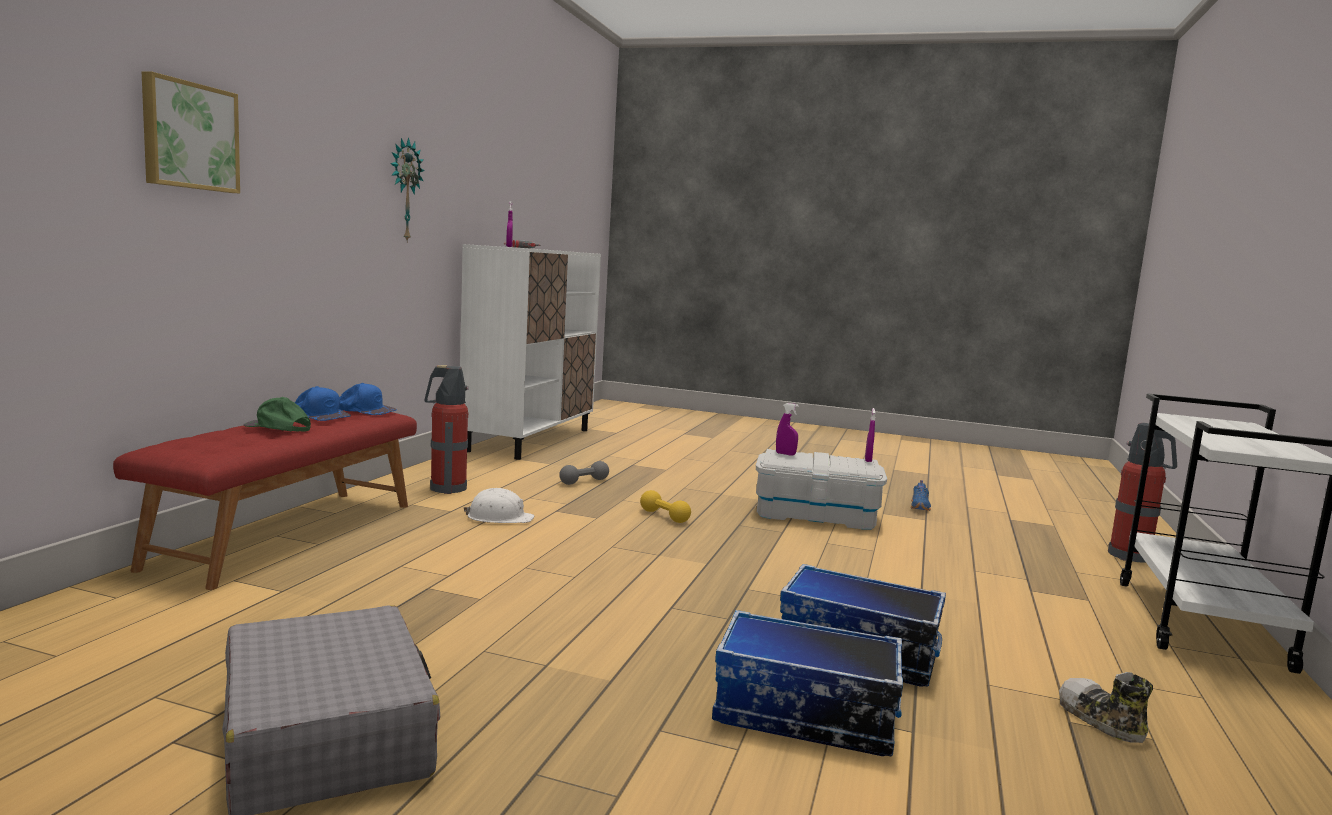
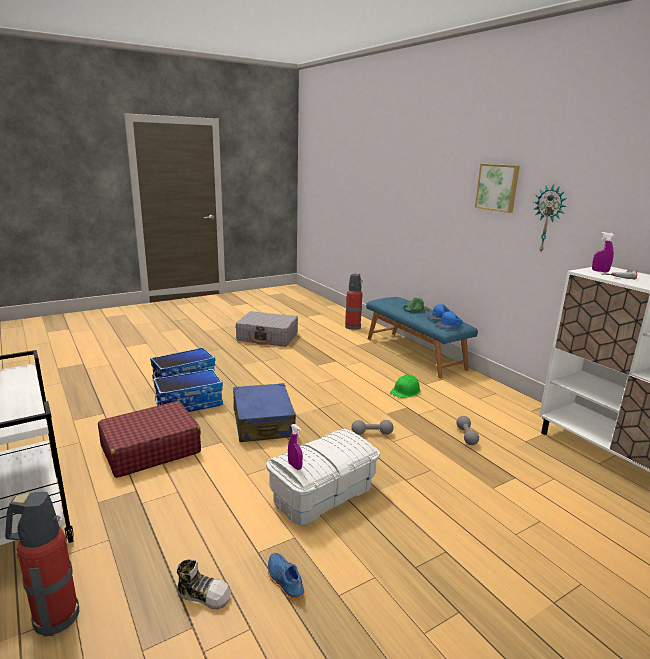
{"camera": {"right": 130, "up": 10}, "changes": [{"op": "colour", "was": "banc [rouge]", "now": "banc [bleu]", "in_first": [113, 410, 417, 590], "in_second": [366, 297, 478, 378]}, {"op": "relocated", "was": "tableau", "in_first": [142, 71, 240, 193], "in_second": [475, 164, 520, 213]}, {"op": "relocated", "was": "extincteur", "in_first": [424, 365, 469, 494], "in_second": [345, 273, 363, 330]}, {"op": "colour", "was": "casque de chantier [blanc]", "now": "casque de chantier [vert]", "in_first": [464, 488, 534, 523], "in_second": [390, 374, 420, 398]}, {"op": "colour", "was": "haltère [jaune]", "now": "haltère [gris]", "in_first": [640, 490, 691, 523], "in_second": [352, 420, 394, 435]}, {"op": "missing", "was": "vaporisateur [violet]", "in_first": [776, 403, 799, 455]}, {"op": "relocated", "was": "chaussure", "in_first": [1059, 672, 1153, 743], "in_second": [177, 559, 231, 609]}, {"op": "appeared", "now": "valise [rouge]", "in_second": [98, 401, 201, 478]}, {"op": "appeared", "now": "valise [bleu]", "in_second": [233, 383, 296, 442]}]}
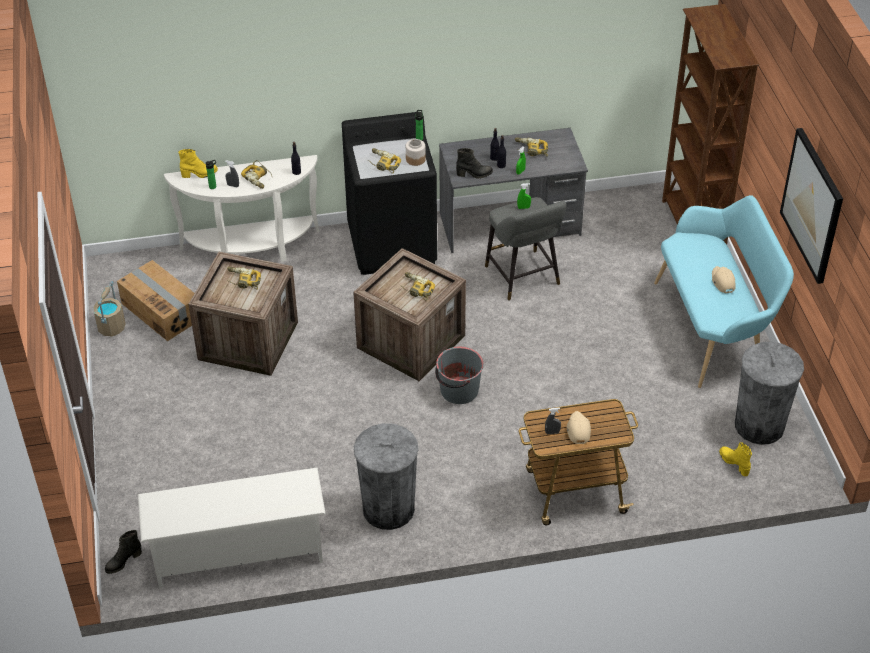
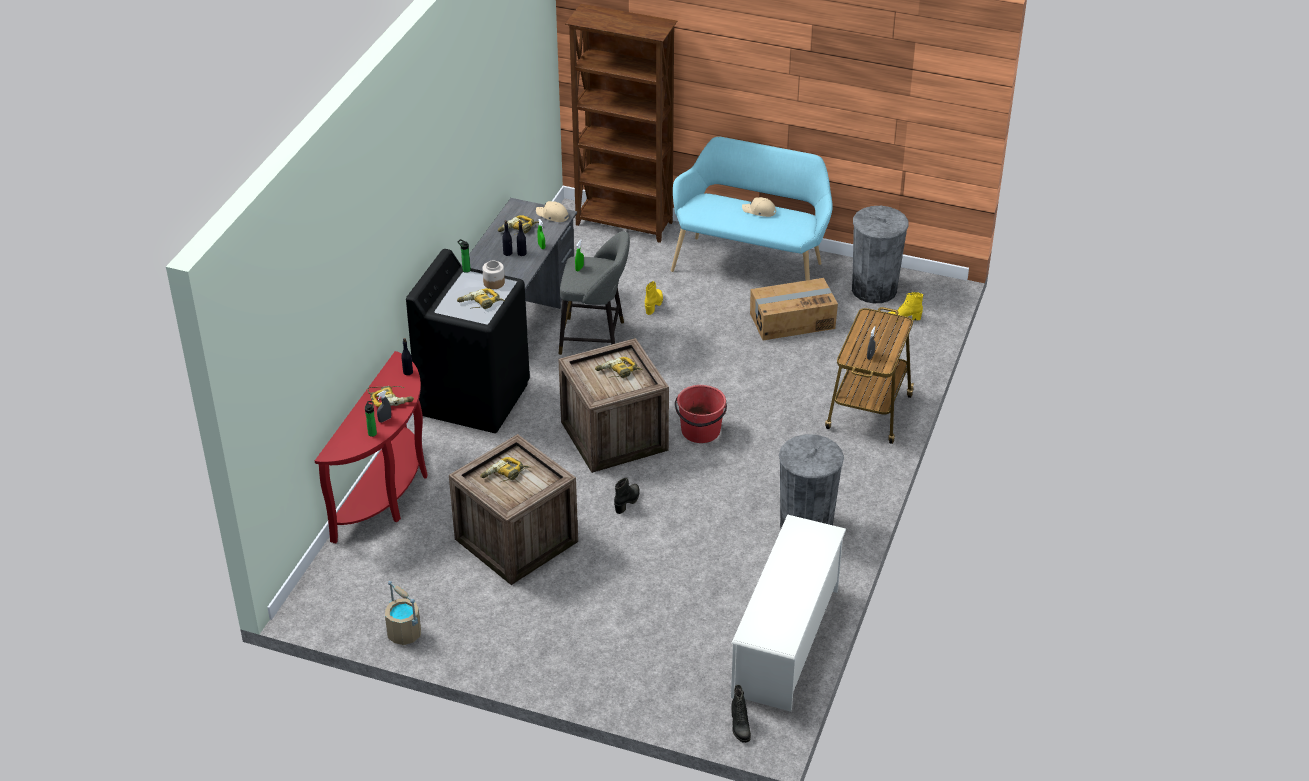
{"camera": {"right": -60, "up": -5}, "changes": [{"op": "relocated", "was": "carton", "in_first": [117, 260, 194, 341], "in_second": [750, 278, 838, 340]}, {"op": "colour", "was": "table console [blanc]", "now": "table console [rouge]", "in_first": [164, 155, 320, 262], "in_second": [315, 351, 428, 543]}, {"op": "relocated", "was": "botte [jaune]", "in_first": [178, 149, 218, 178], "in_second": [645, 281, 663, 315]}, {"op": "colour", "was": "seau [gris]", "now": "seau [rouge]", "in_first": [435, 347, 484, 404], "in_second": [675, 385, 727, 443]}, {"op": "relocated", "was": "botte [noir]", "in_first": [456, 148, 493, 178], "in_second": [614, 477, 640, 514]}, {"op": "relocated", "was": "casquette [beige]", "in_first": [567, 411, 591, 444], "in_second": [536, 201, 569, 222]}, {"op": "missing", "was": "tableau", "in_first": [780, 128, 843, 284]}]}
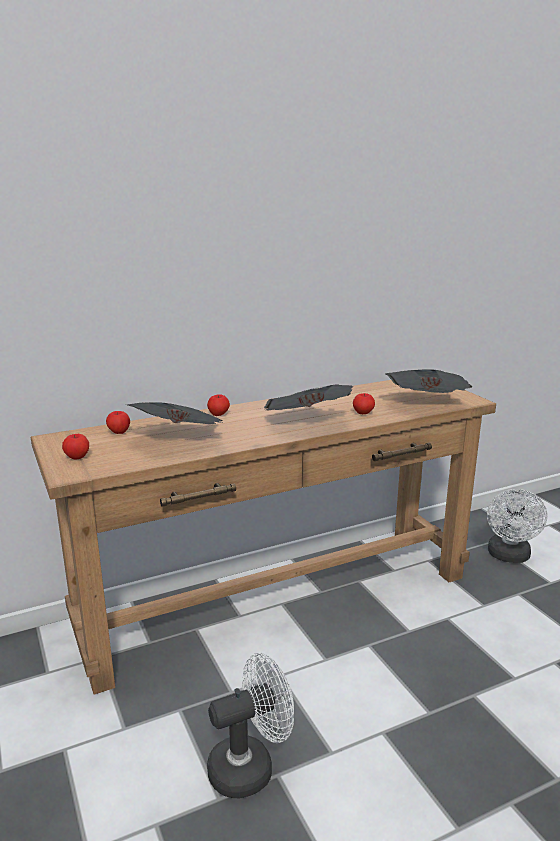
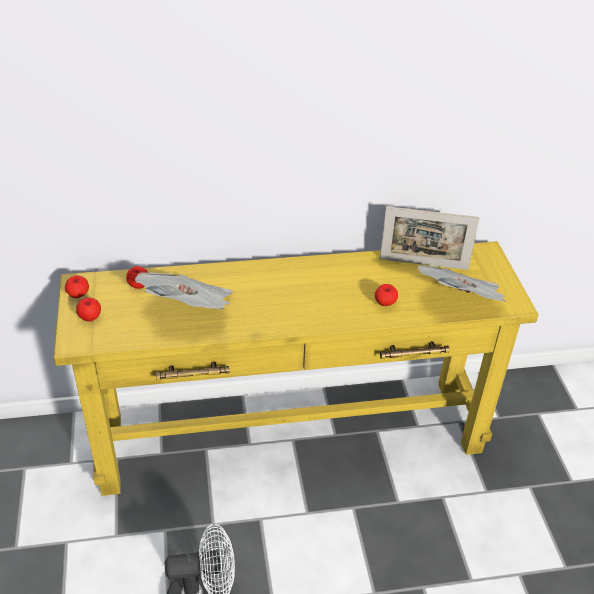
{"camera": {"right": 15, "up": 20}, "changes": [{"op": "colour", "was": "table console [marron]", "now": "table console [jaune]", "in_first": [31, 380, 496, 694], "in_second": [53, 241, 539, 496]}, {"op": "relocated", "was": "pomme", "in_first": [207, 394, 230, 416], "in_second": [65, 275, 89, 298]}, {"op": "missing", "was": "journal", "in_first": [264, 385, 353, 410]}, {"op": "missing", "was": "ventilateur [blanc]", "in_first": [487, 489, 547, 563]}, {"op": "appeared", "now": "cadre photo", "in_second": [380, 206, 480, 270]}]}
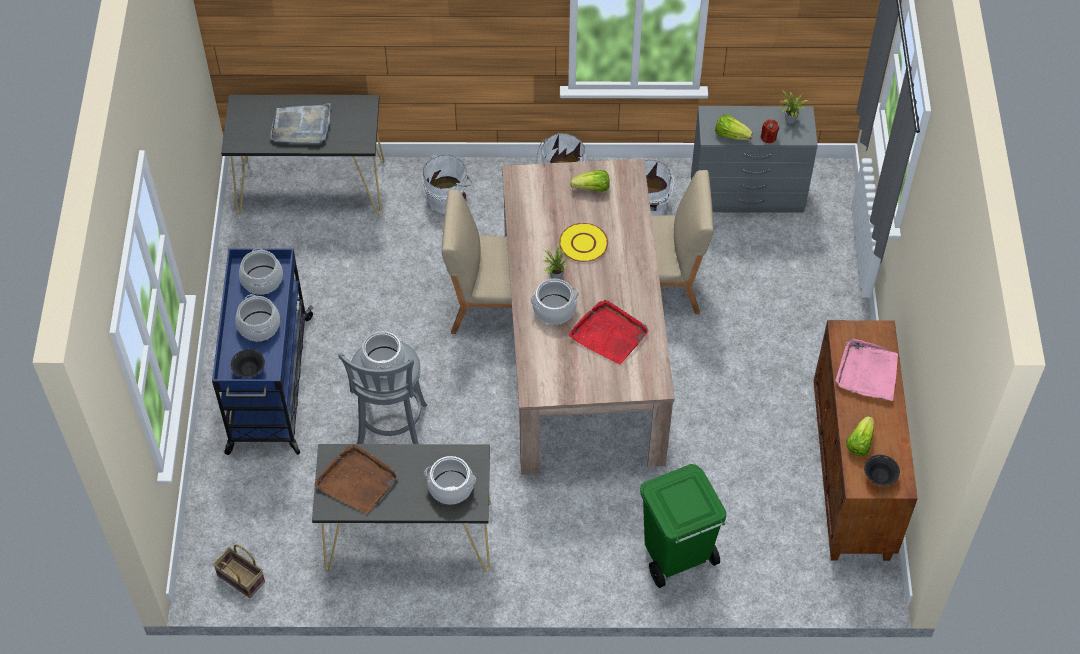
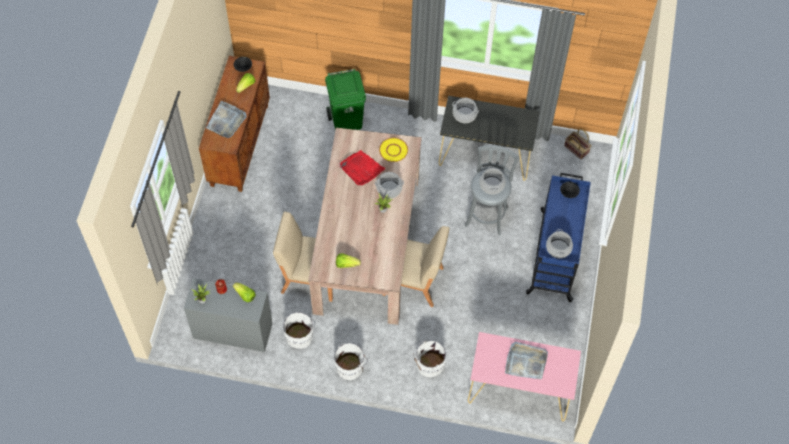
{"camera": {"right": -170, "up": 5}, "changes": [{"op": "colour", "was": "table console [noir]", "now": "table console [rose]", "in_first": [221, 95, 385, 214], "in_second": [468, 332, 581, 421]}, {"op": "missing", "was": "marmite", "in_first": [235, 294, 280, 341]}, {"op": "missing", "was": "plateau [marron]", "in_first": [314, 444, 398, 514]}, {"op": "relocated", "was": "assiette [jaune]", "in_first": [559, 223, 608, 262], "in_second": [379, 138, 408, 162]}, {"op": "colour", "was": "plateau [rose]", "now": "plateau [gris]", "in_first": [836, 339, 898, 401], "in_second": [206, 101, 247, 138]}]}
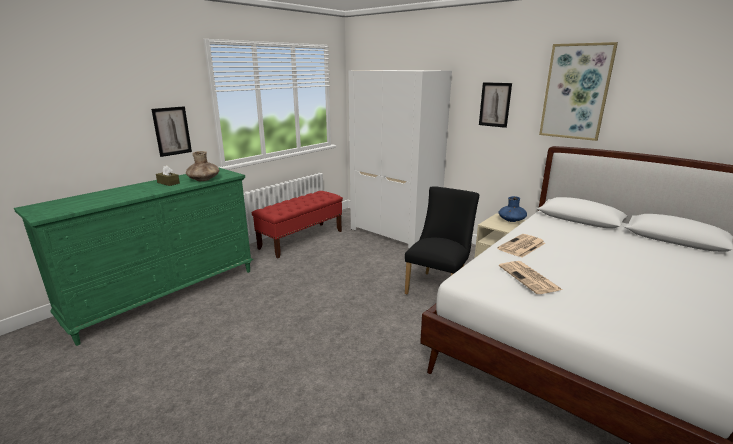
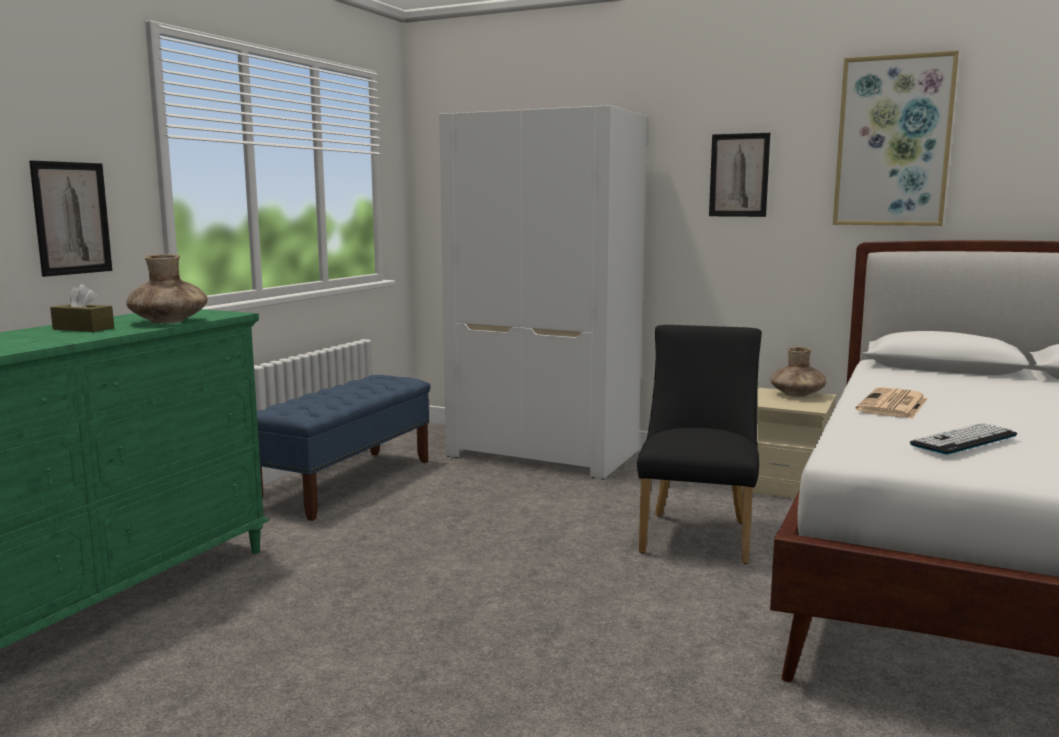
{"camera": {"right": -15, "up": -10}, "changes": [{"op": "colour", "was": "banc [rouge]", "now": "banc [bleu]", "in_first": [252, 191, 343, 258], "in_second": [257, 375, 430, 521]}, {"op": "colour", "was": "vase [bleu]", "now": "vase [marron]", "in_first": [499, 196, 527, 222], "in_second": [770, 347, 827, 397]}, {"op": "exchanged", "was": "journal", "now": "clavier", "in_first": [499, 261, 562, 294], "in_second": [910, 423, 1017, 455]}]}
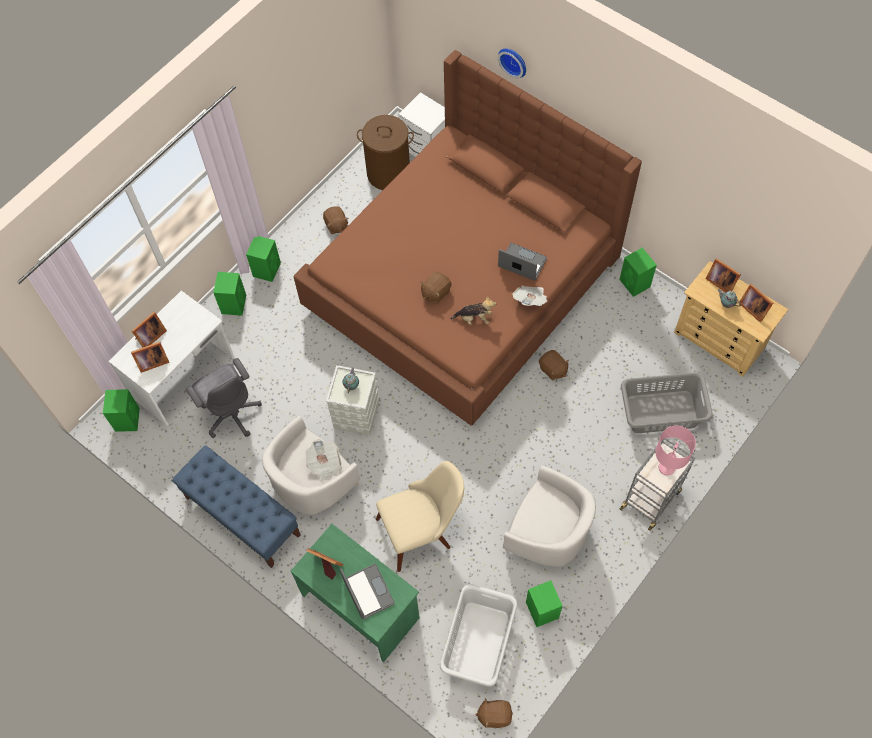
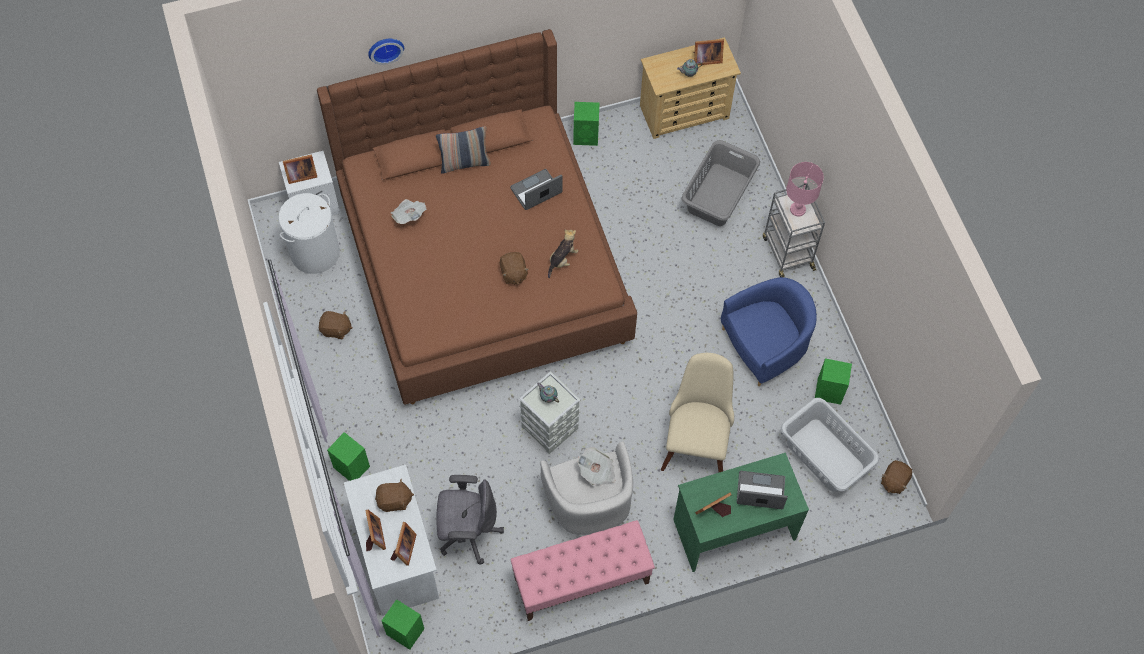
{"camera": {"right": -60, "up": 0}, "changes": [{"op": "colour", "was": "banc [bleu]", "now": "banc [rose]", "in_first": [172, 445, 301, 568], "in_second": [510, 520, 655, 621]}, {"op": "missing", "was": "enceinte [vert]", "in_first": [246, 236, 281, 282]}, {"op": "colour", "was": "panier à linge [marron]", "now": "panier à linge [blanc]", "in_first": [357, 115, 414, 190], "in_second": [278, 193, 340, 274]}, {"op": "colour", "was": "fauteuil [blanc]", "now": "fauteuil [bleu]", "in_first": [503, 466, 596, 567], "in_second": [721, 277, 817, 386]}, {"op": "relocated", "was": "journal", "in_first": [512, 285, 548, 306], "in_second": [391, 199, 427, 224]}, {"op": "relocated", "was": "peluche [marron]", "in_first": [539, 350, 569, 381], "in_second": [375, 478, 414, 512]}, {"op": "relocated", "was": "cadre photo", "in_first": [706, 258, 741, 292], "in_second": [283, 154, 317, 184]}, {"op": "appeared", "now": "coussin", "in_second": [436, 126, 491, 174]}]}
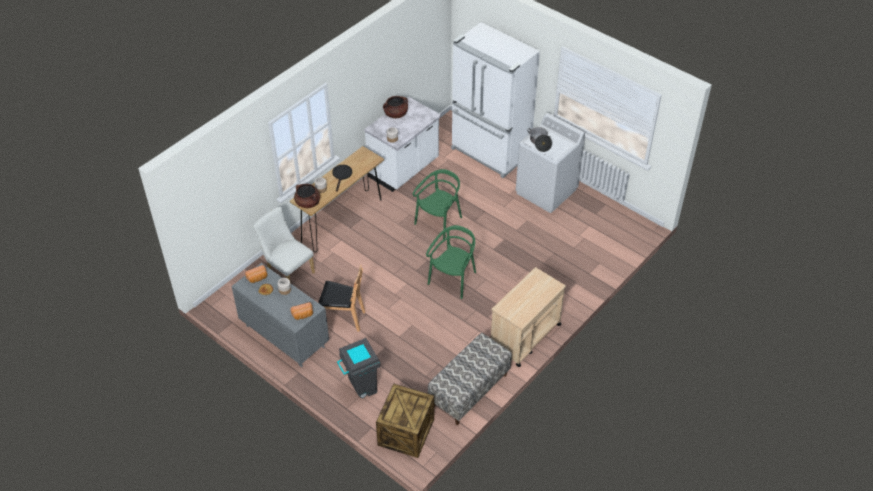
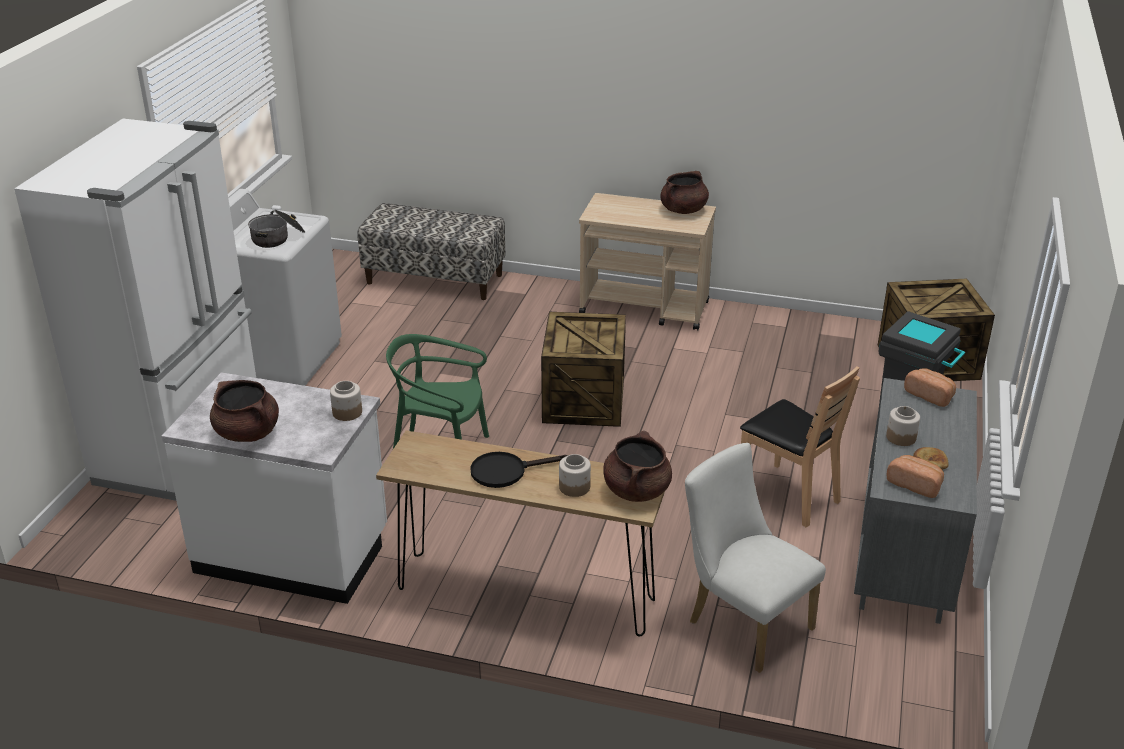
{"camera": {"right": -115, "up": -15}, "changes": [{"op": "spun", "was": "chaise [blanc]", "in_first": [253, 207, 315, 283], "in_second": [685, 443, 826, 673], "clockwise": 120}, {"op": "spun", "was": "chaise [marron]", "in_first": [318, 264, 365, 332], "in_second": [740, 366, 860, 527], "clockwise": 150}, {"op": "exchanged", "was": "chaise [vert]", "now": "caisse", "in_first": [426, 225, 476, 299], "in_second": [541, 312, 626, 427]}, {"op": "relocated", "was": "banc", "in_first": [428, 333, 512, 425], "in_second": [357, 203, 505, 300]}, {"op": "appeared", "now": "marmite [marron]", "in_second": [661, 171, 709, 214]}]}
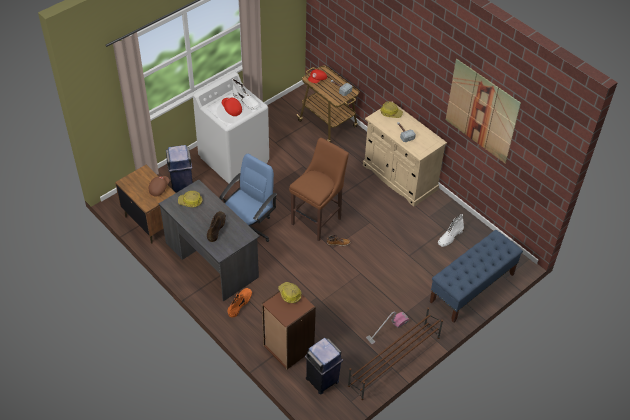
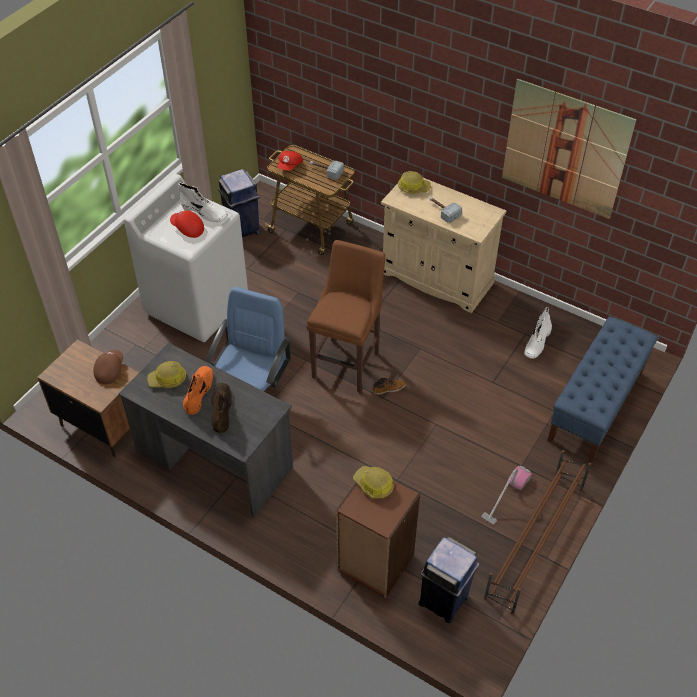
{"camera": {"right": -15, "up": 0}, "changes": [{"op": "relocated", "was": "poubelle [bleu]", "in_first": [166, 145, 192, 193], "in_second": [218, 169, 260, 237]}, {"op": "relocated", "was": "botte [orange]", "in_first": [228, 288, 252, 317], "in_second": [183, 366, 213, 415]}]}
